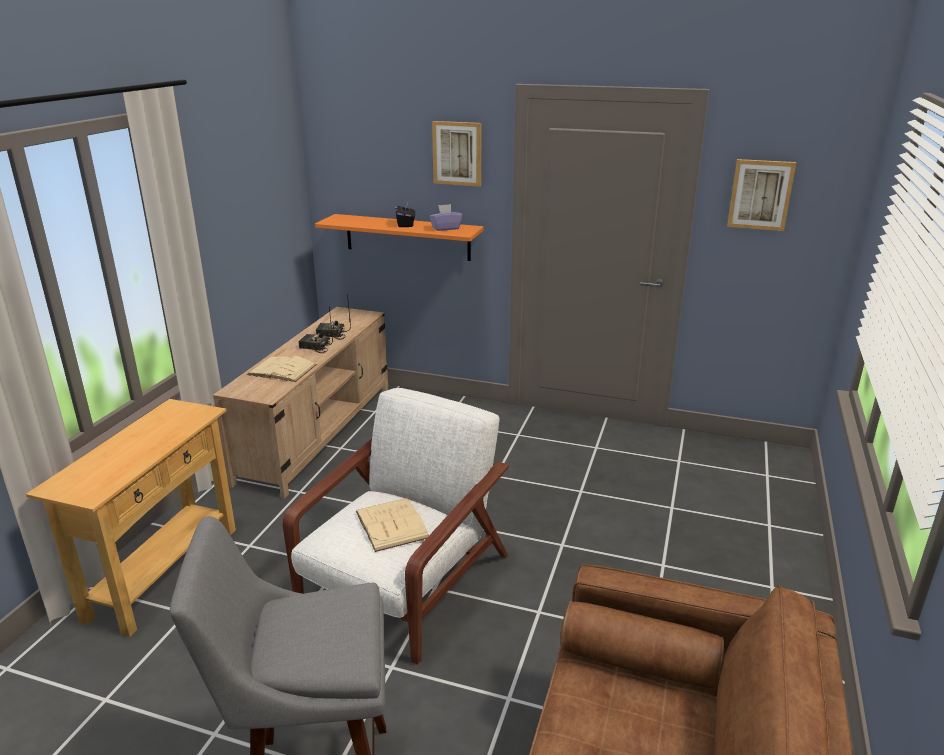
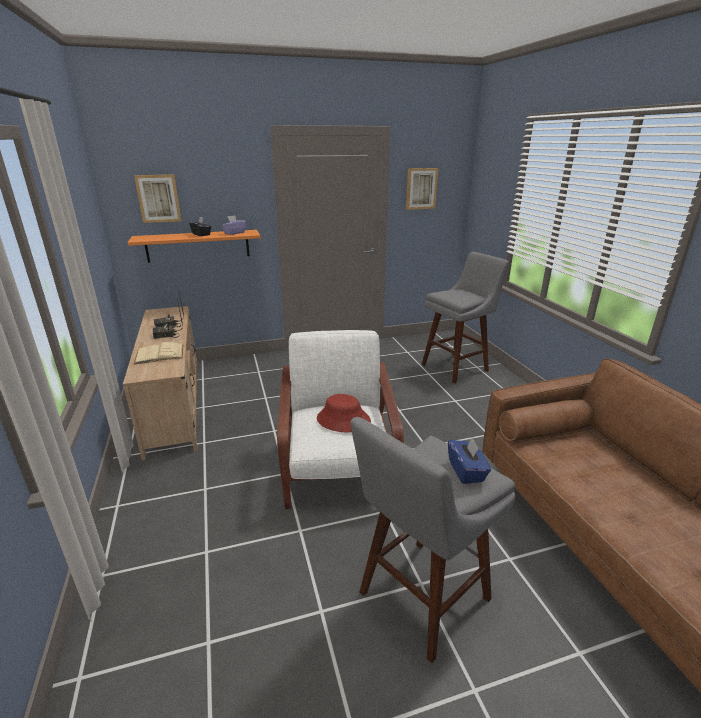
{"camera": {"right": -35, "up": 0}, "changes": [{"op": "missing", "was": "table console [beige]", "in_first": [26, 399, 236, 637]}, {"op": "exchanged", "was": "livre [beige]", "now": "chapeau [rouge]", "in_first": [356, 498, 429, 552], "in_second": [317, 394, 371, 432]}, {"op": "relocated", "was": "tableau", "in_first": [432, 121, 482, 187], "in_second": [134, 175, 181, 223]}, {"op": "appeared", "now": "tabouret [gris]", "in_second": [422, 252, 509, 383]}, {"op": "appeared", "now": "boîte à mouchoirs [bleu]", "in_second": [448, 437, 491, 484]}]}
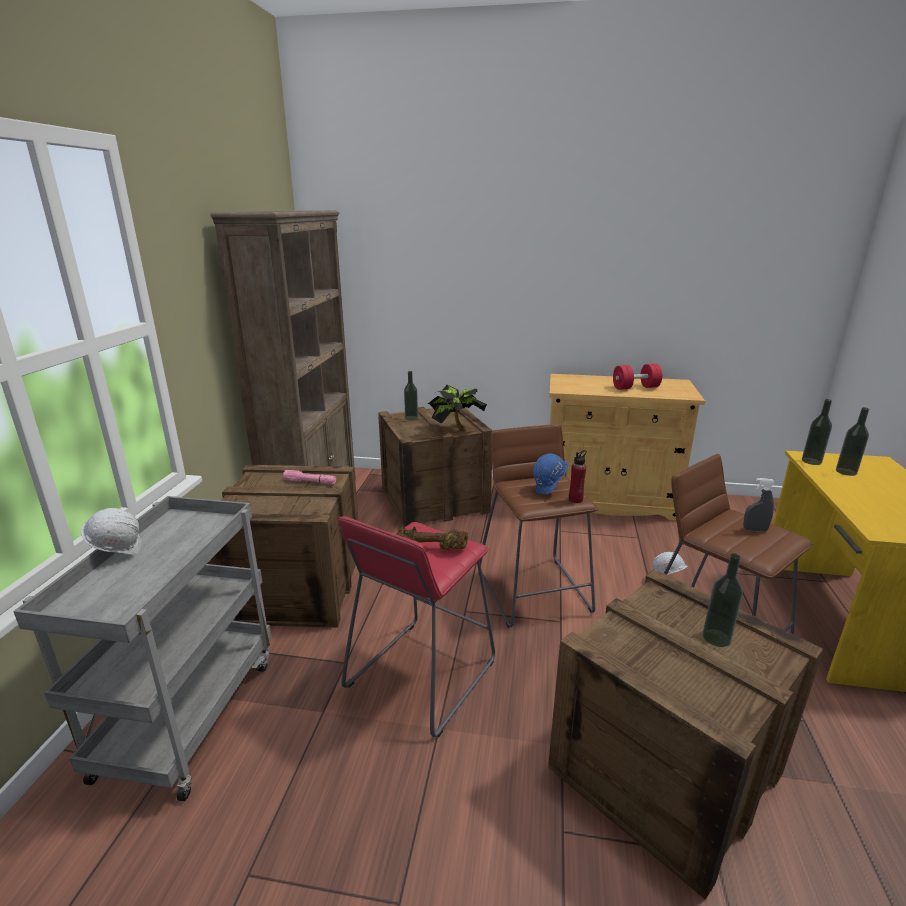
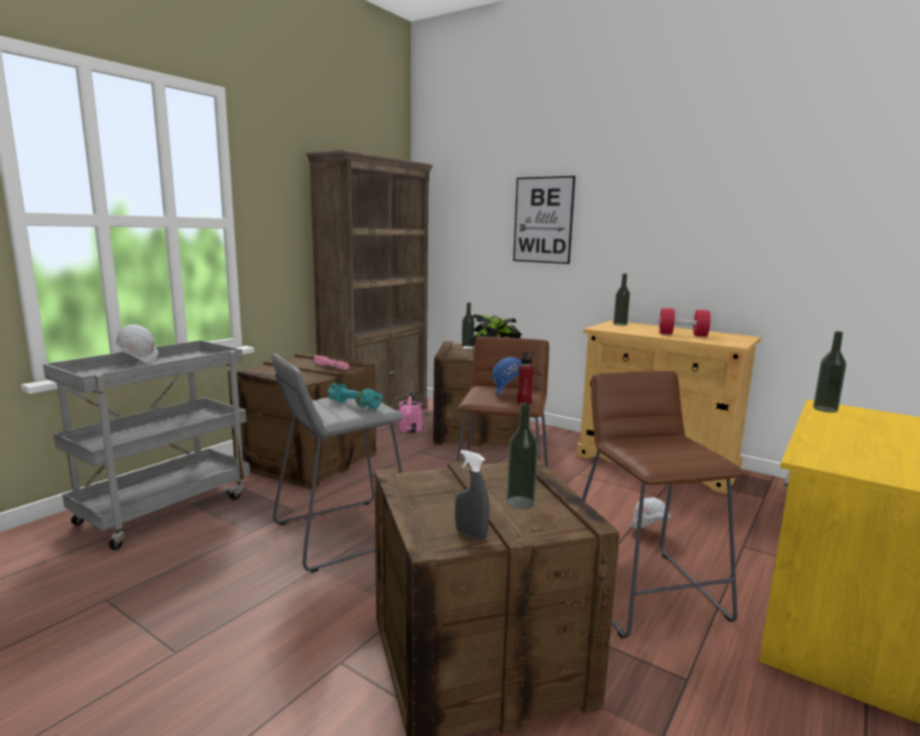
{"camera": {"right": 25, "up": -10}, "changes": [{"op": "colour", "was": "tabouret [rouge]", "now": "tabouret [gris]", "in_first": [338, 516, 495, 737], "in_second": [271, 354, 404, 573]}, {"op": "colour", "was": "haltère [marron]", "now": "haltère [turquoise]", "in_first": [397, 526, 468, 550], "in_second": [328, 383, 383, 409]}, {"op": "relocated", "was": "vaporisateur [gris]", "in_first": [743, 478, 776, 532], "in_second": [455, 450, 489, 540]}, {"op": "relocated", "was": "bouteille", "in_first": [836, 407, 869, 476], "in_second": [613, 273, 630, 326]}, {"op": "appeared", "now": "arrosoir [rose]", "in_second": [398, 393, 423, 433]}, {"op": "appeared", "now": "tableau", "in_second": [513, 176, 575, 264]}]}
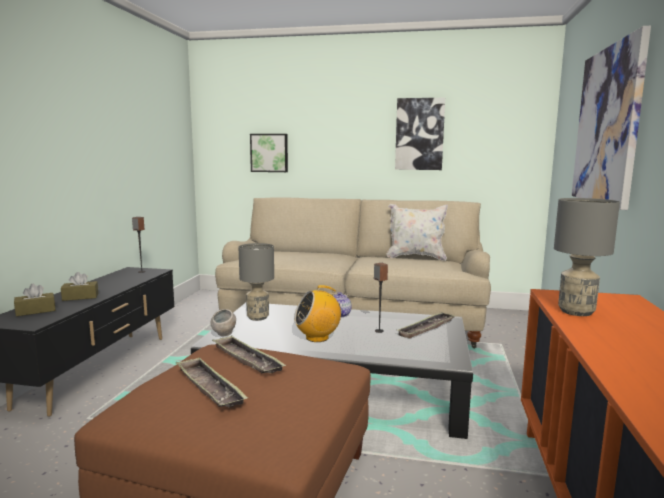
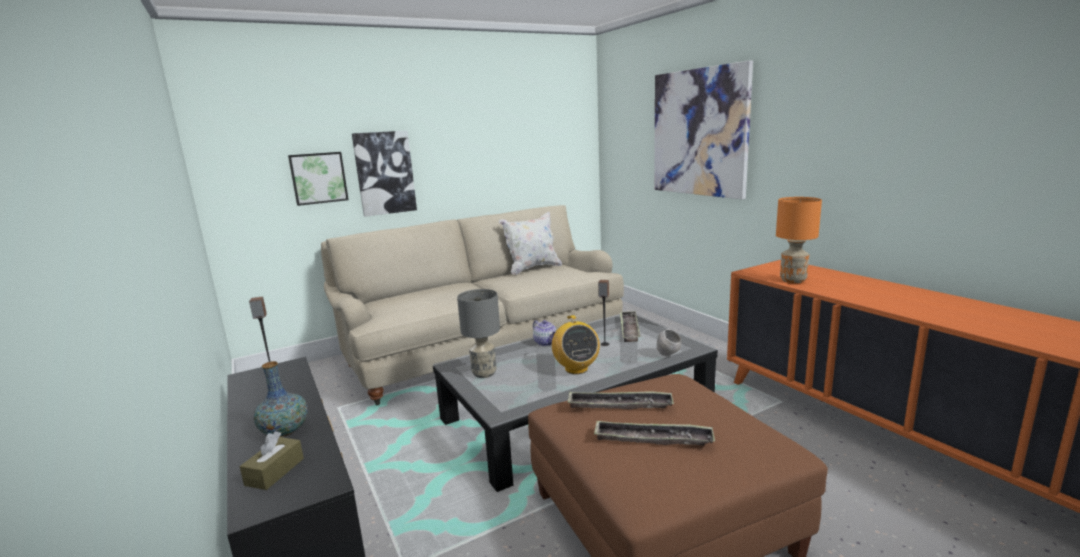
{"camera": {"right": -40, "up": 5}, "changes": [{"op": "exchanged", "was": "boîte à mouchoirs [marron]", "now": "vase", "in_first": [61, 272, 98, 301], "in_second": [254, 361, 308, 437]}, {"op": "relocated", "was": "bol [gris]", "in_first": [211, 309, 236, 336], "in_second": [657, 329, 681, 357]}, {"op": "spun", "was": "radio", "in_first": [294, 285, 341, 342], "in_second": [552, 315, 600, 374], "clockwise": -45}, {"op": "relocated", "was": "tableau", "in_first": [395, 98, 445, 170], "in_second": [352, 131, 417, 217]}, {"op": "colour", "was": "lampe de table [gris]", "now": "lampe de table [orange]", "in_first": [554, 198, 620, 316], "in_second": [776, 197, 822, 283]}]}
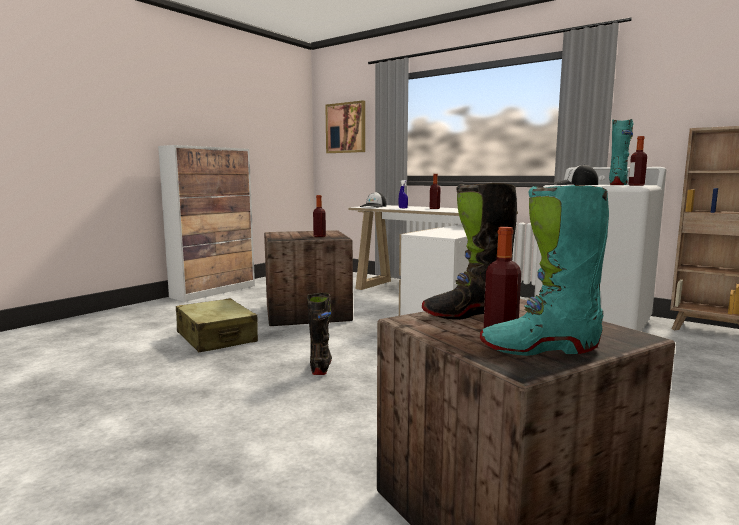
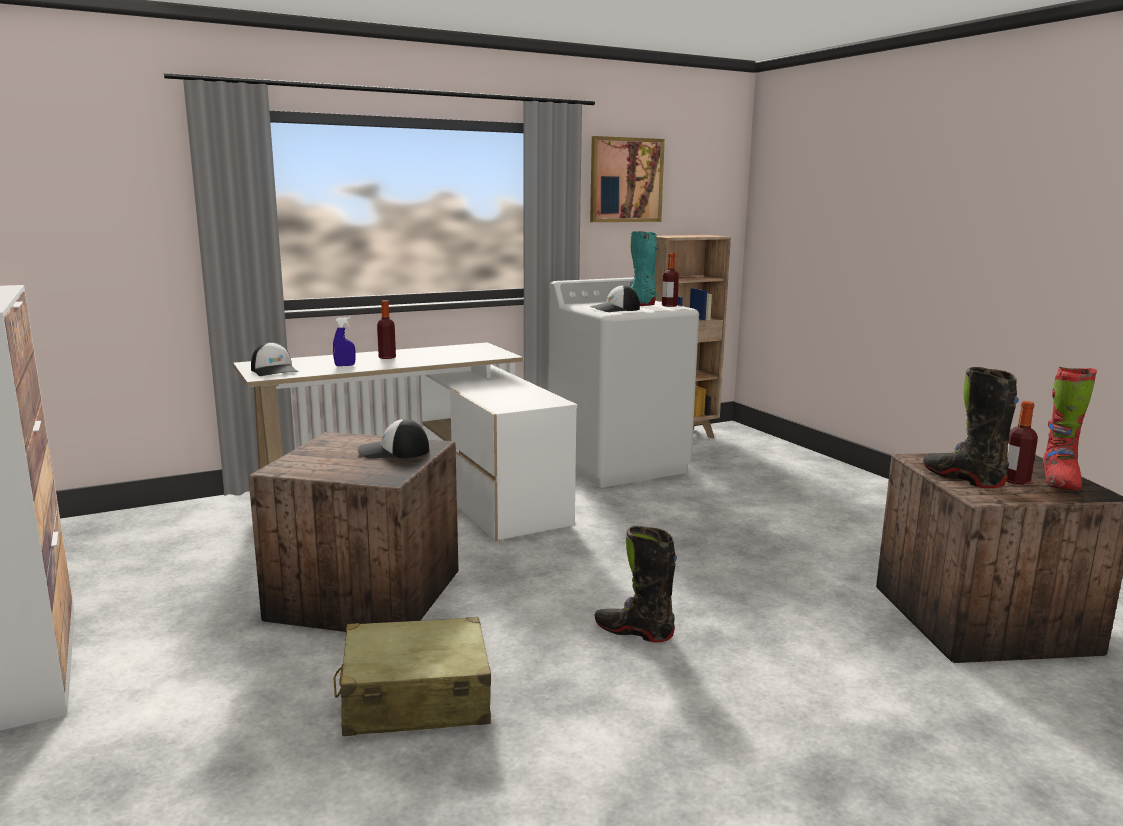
{"camera": {"right": -65, "up": 5}, "changes": [{"op": "exchanged", "was": "bouteille", "now": "casquette", "in_first": [313, 195, 326, 237], "in_second": [358, 419, 429, 459]}, {"op": "relocated", "was": "tableau", "in_first": [325, 100, 365, 153], "in_second": [590, 136, 665, 222]}, {"op": "spun", "was": "botte [noir]", "in_first": [422, 183, 517, 320], "in_second": [923, 367, 1019, 488], "clockwise": 135}, {"op": "colour", "was": "botte [turquoise]", "now": "botte [rouge]", "in_first": [480, 185, 609, 356], "in_second": [1043, 367, 1097, 491]}]}
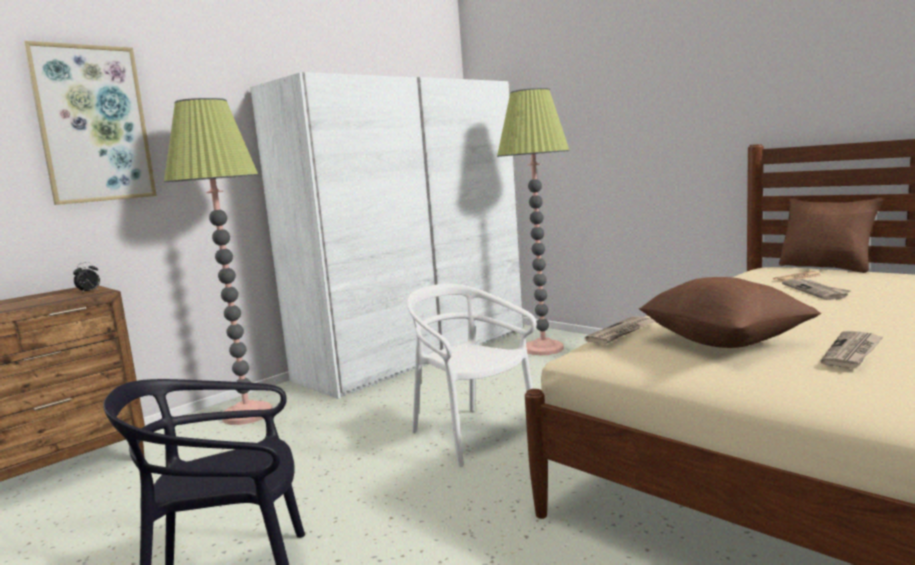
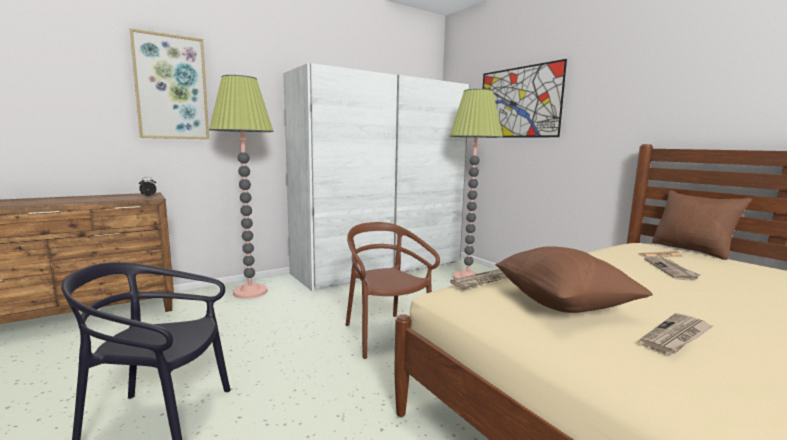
{"camera": {"right": 10, "up": 0}, "changes": [{"op": "colour", "was": "chaise [blanc]", "now": "chaise [marron]", "in_first": [407, 284, 537, 467], "in_second": [346, 222, 440, 359]}, {"op": "appeared", "now": "tableau", "in_second": [483, 59, 567, 138]}]}
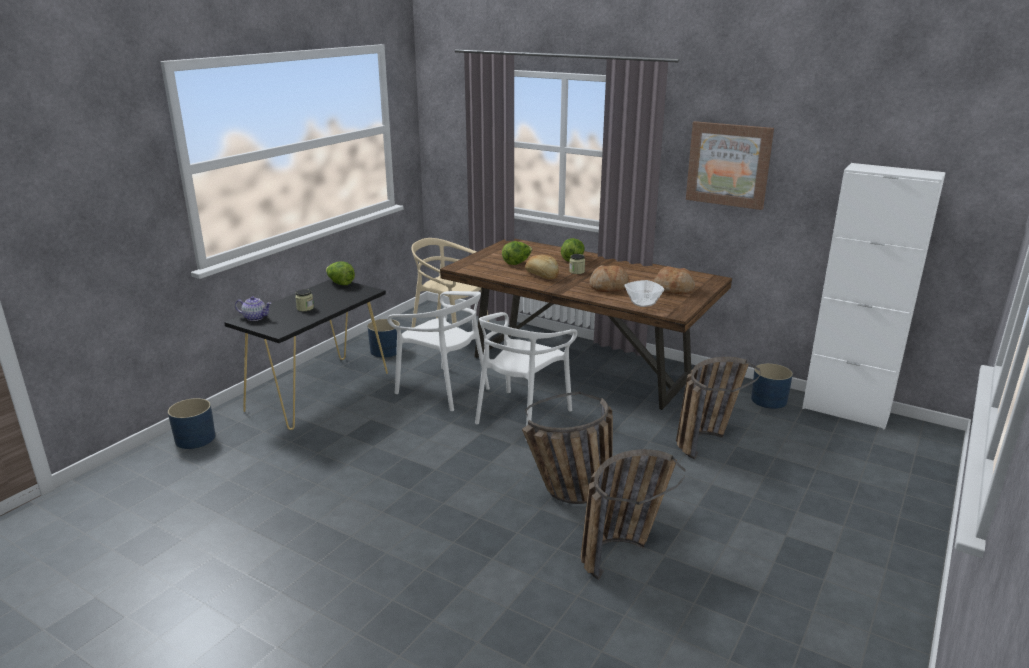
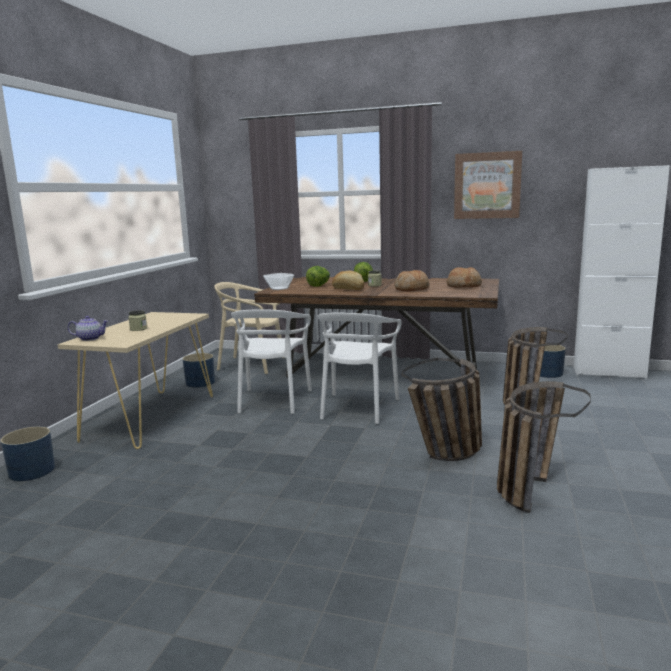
{"camera": {"right": -15, "up": -10}, "changes": [{"op": "colour", "was": "table console [noir]", "now": "table console [beige]", "in_first": [224, 279, 388, 430], "in_second": [57, 312, 213, 449]}, {"op": "missing", "was": "laitue", "in_first": [326, 262, 355, 285]}, {"op": "spun", "was": "chaise [blanc]", "in_first": [387, 291, 490, 411], "in_second": [231, 309, 312, 414], "clockwise": 75}, {"op": "relocated", "was": "bol", "in_first": [624, 280, 664, 307], "in_second": [263, 273, 294, 290]}]}
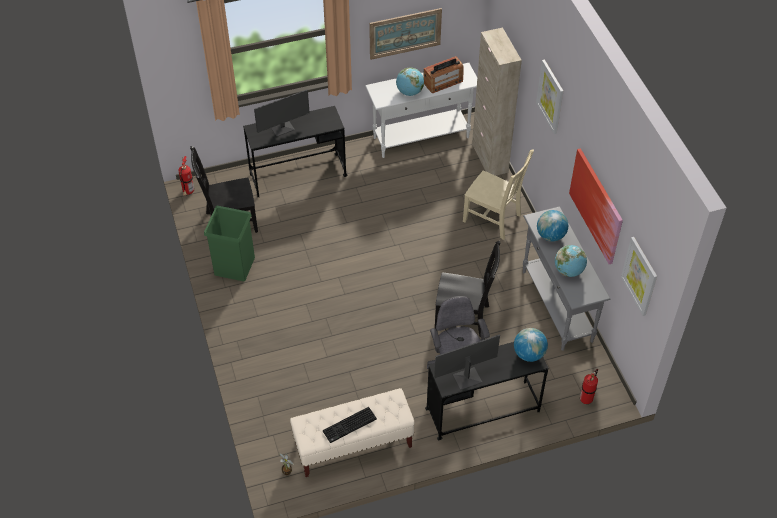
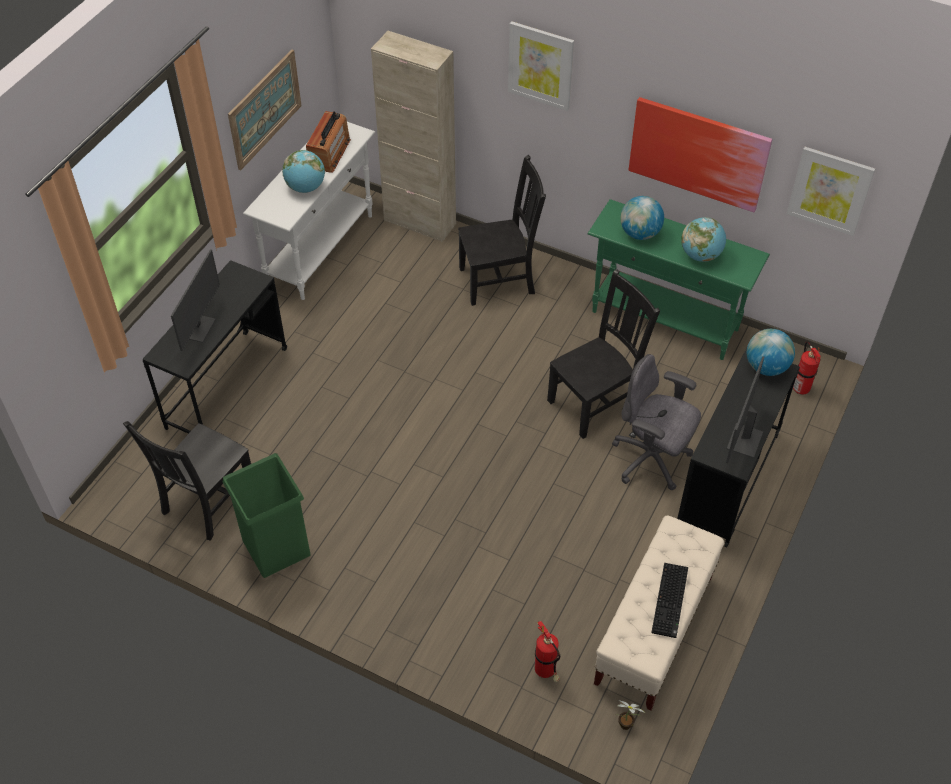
{"camera": {"right": -45, "up": 0}, "changes": [{"op": "relocated", "was": "extincteur", "in_first": [178, 156, 194, 196], "in_second": [535, 621, 560, 682]}, {"op": "colour", "was": "chaise [beige]", "now": "chaise [noir]", "in_first": [463, 149, 534, 240], "in_second": [458, 155, 546, 306]}, {"op": "colour", "was": "table console [gris]", "now": "table console [vert]", "in_first": [523, 206, 610, 351], "in_second": [588, 199, 770, 360]}]}
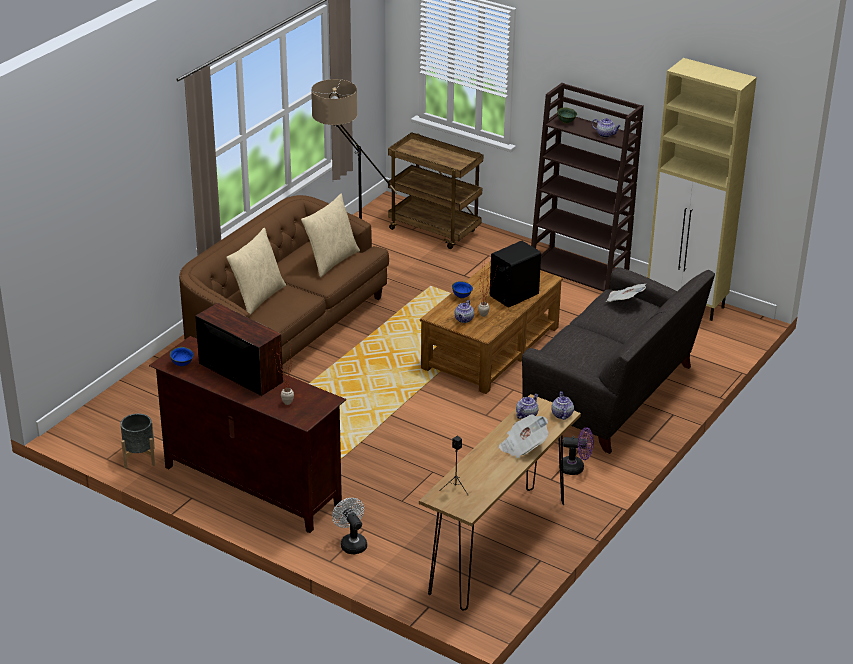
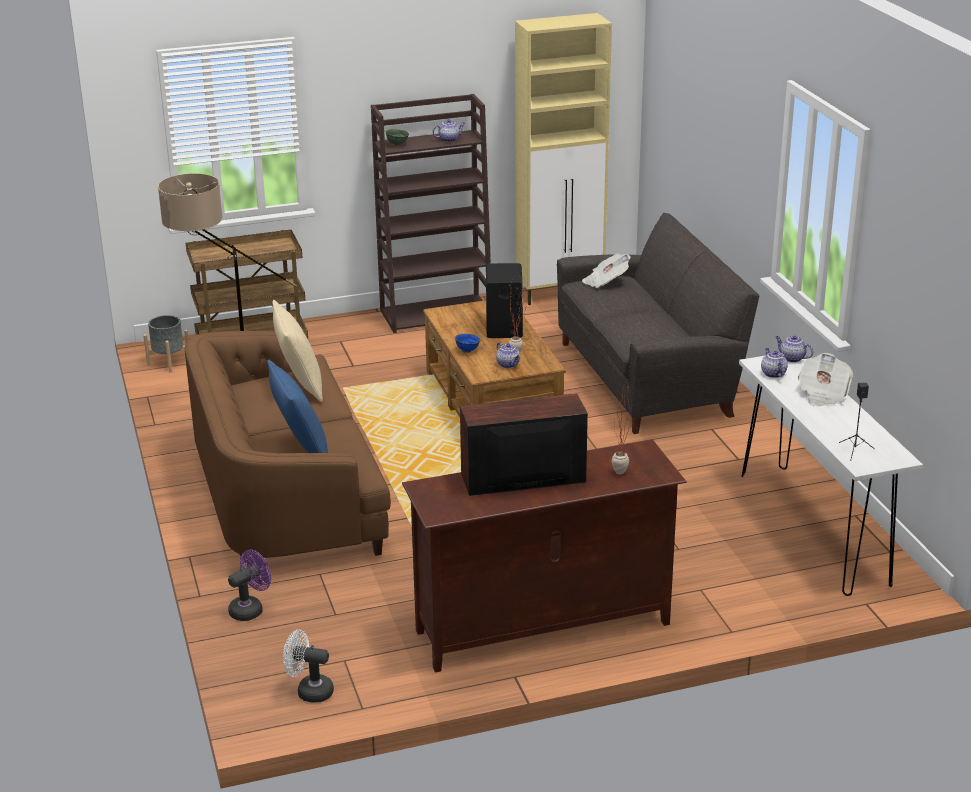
{"camera": {"right": -50, "up": -5}, "changes": [{"op": "relocated", "was": "cache-pot [gris]", "in_first": [120, 413, 155, 468], "in_second": [143, 315, 189, 373]}, {"op": "missing", "was": "bol [bleu]", "in_first": [170, 347, 194, 367]}, {"op": "colour", "was": "coussin [beige]", "now": "coussin [bleu]", "in_first": [226, 228, 286, 315], "in_second": [267, 359, 328, 453]}, {"op": "relocated", "was": "ventilateur [blanc]", "in_first": [332, 498, 367, 554], "in_second": [283, 629, 334, 703]}, {"op": "colour", "was": "table console [marron]", "now": "table console [blanc]", "in_first": [419, 394, 581, 611], "in_second": [739, 356, 923, 596]}, {"op": "relocated", "was": "ventilateur [violet]", "in_first": [559, 427, 593, 475], "in_second": [228, 550, 271, 621]}]}
